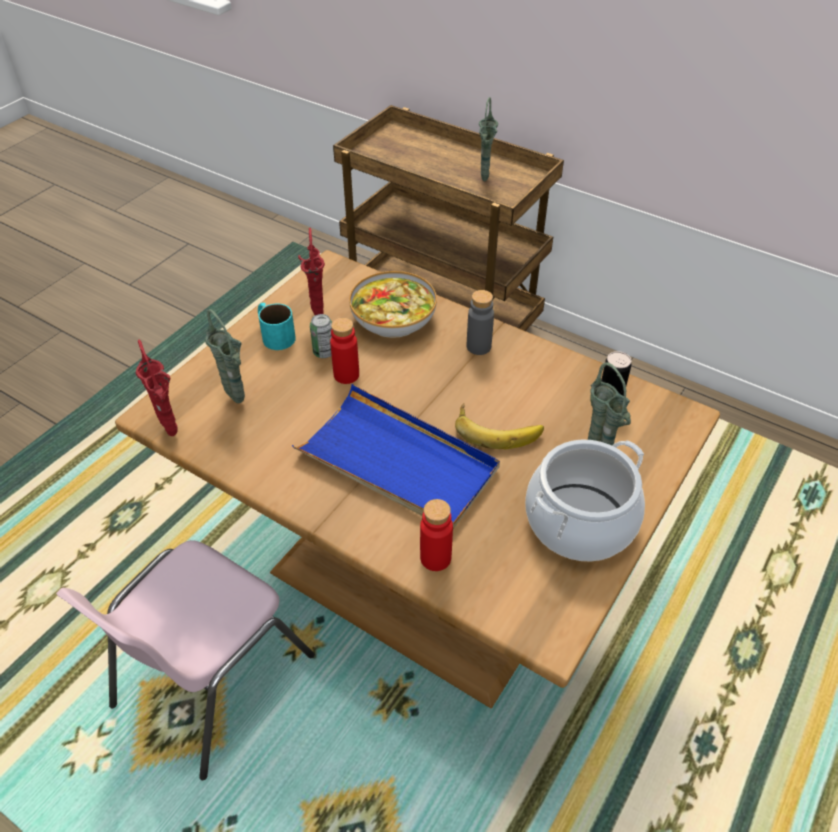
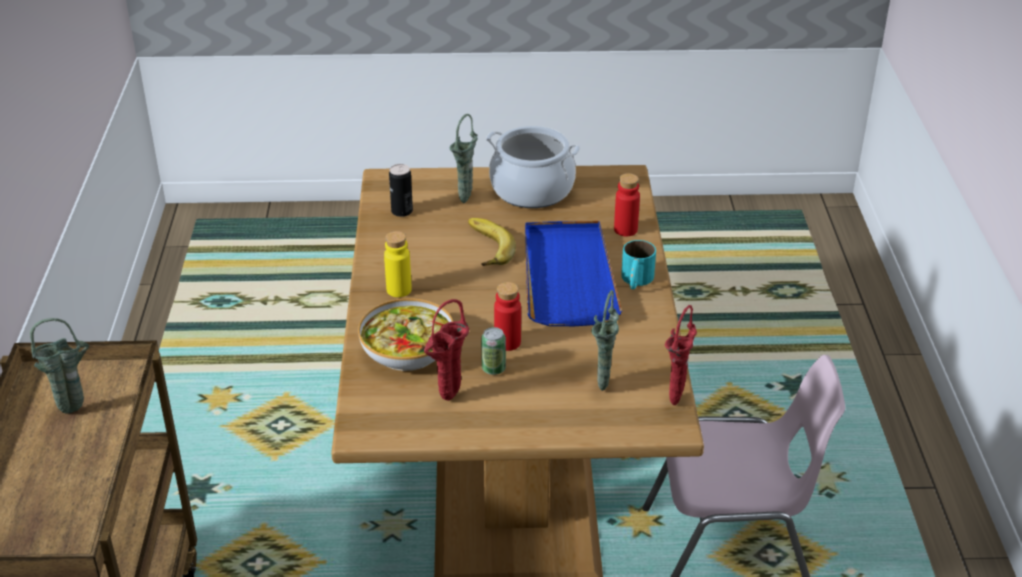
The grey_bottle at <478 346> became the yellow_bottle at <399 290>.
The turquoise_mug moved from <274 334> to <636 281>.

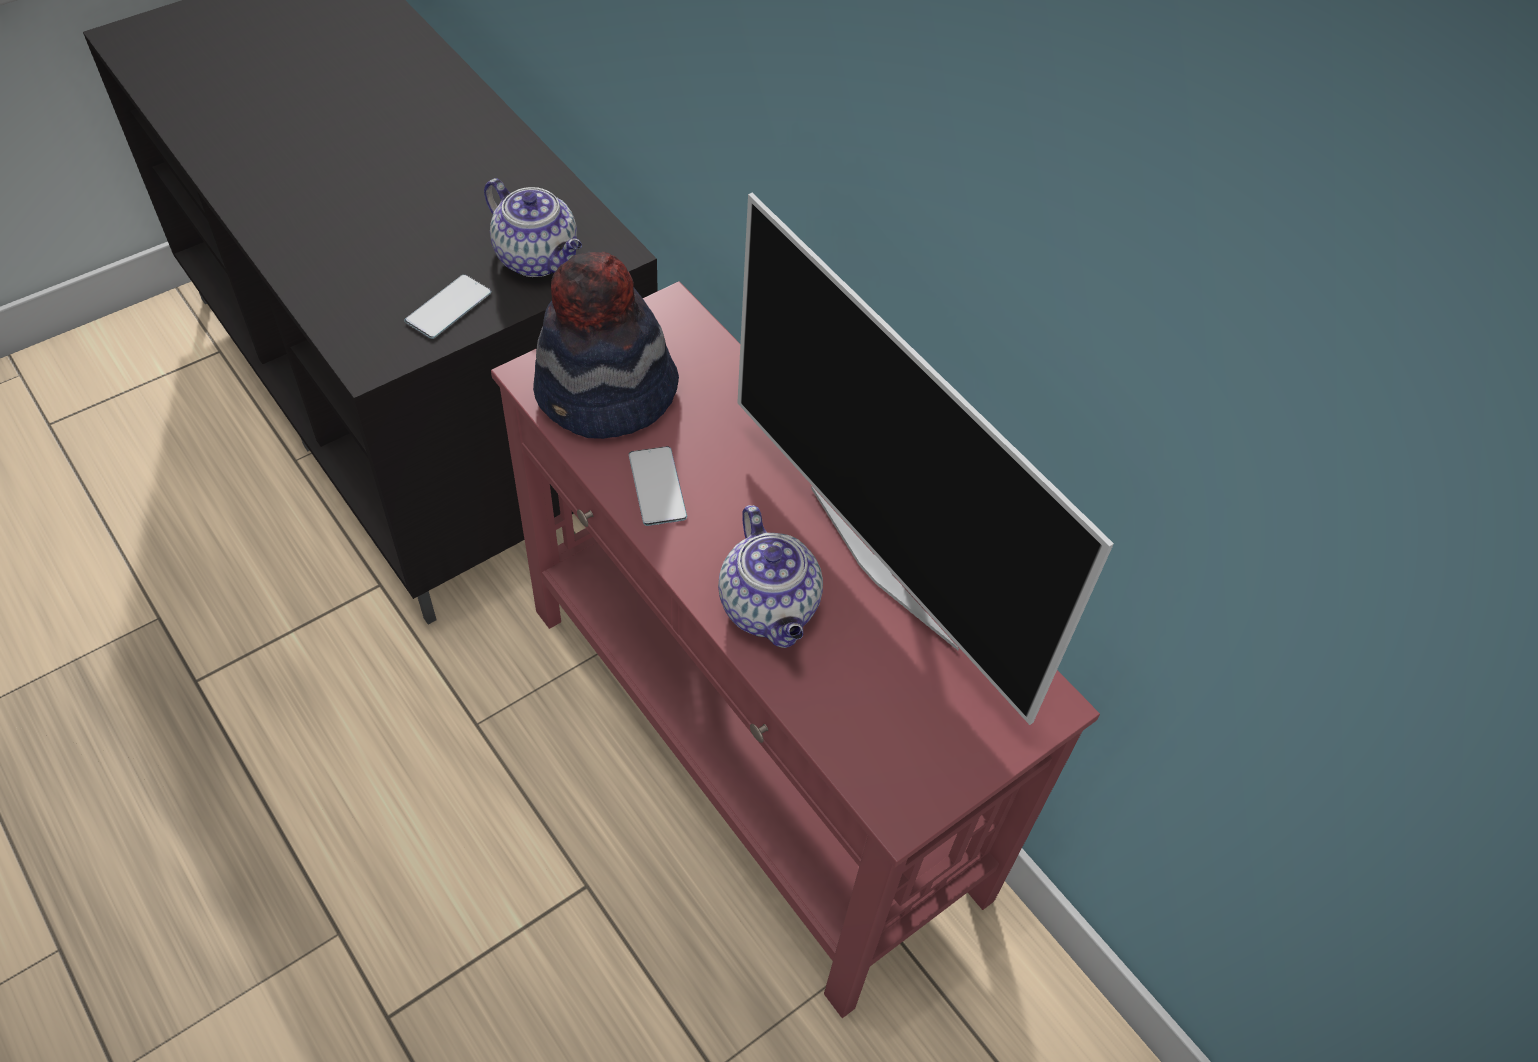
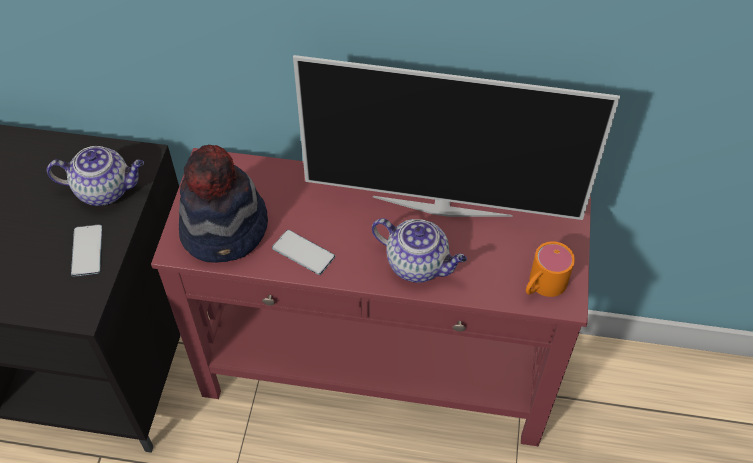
The orange_mug at <542 286> appeared.

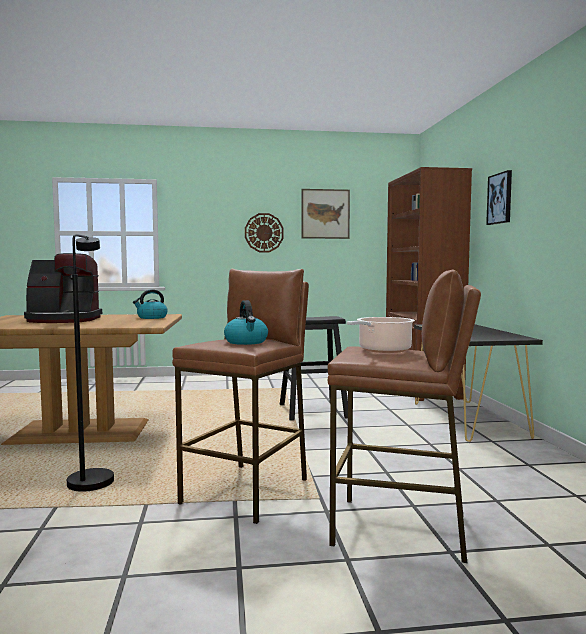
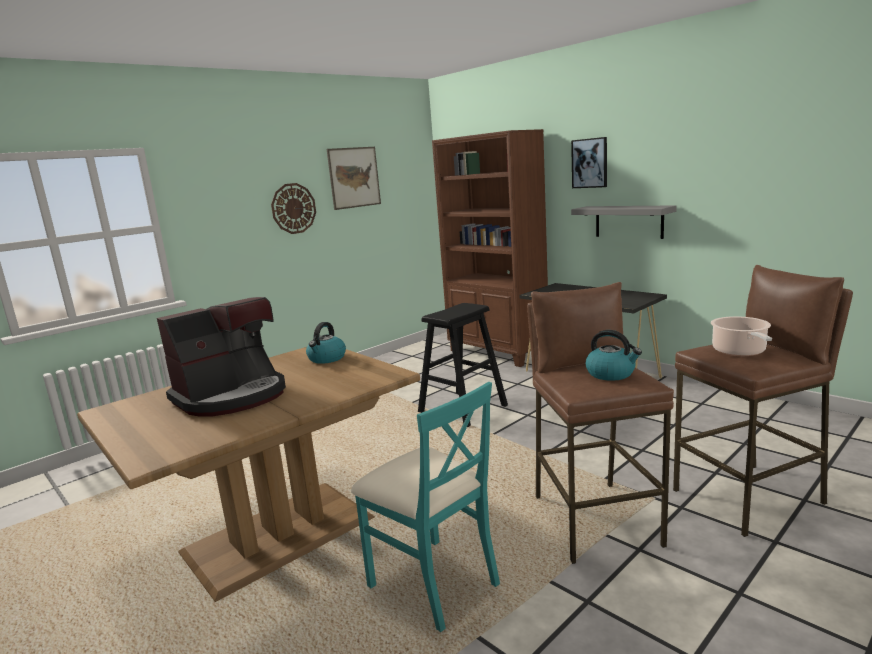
The black_floor_lamp at <91 478> was replaced by the turquoise_chair at <433 583>.
The grey_shelf at <628 221> appeared.

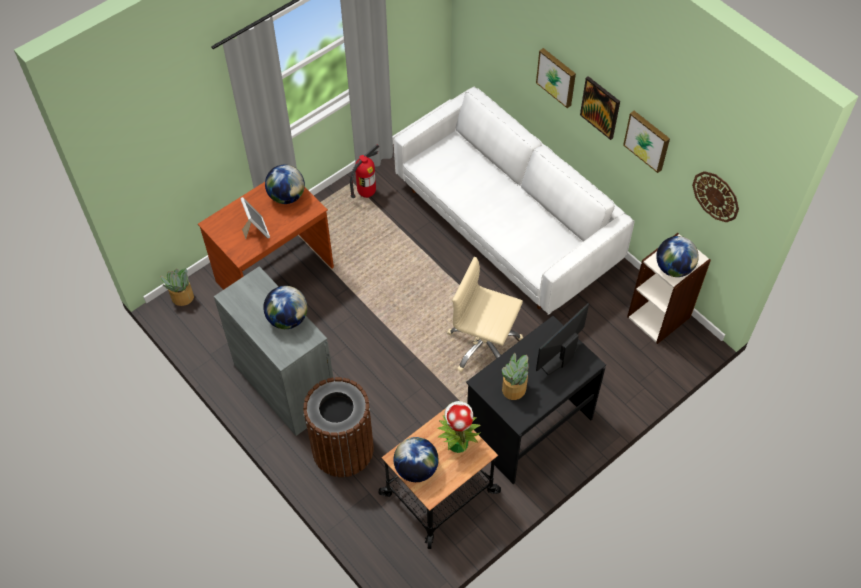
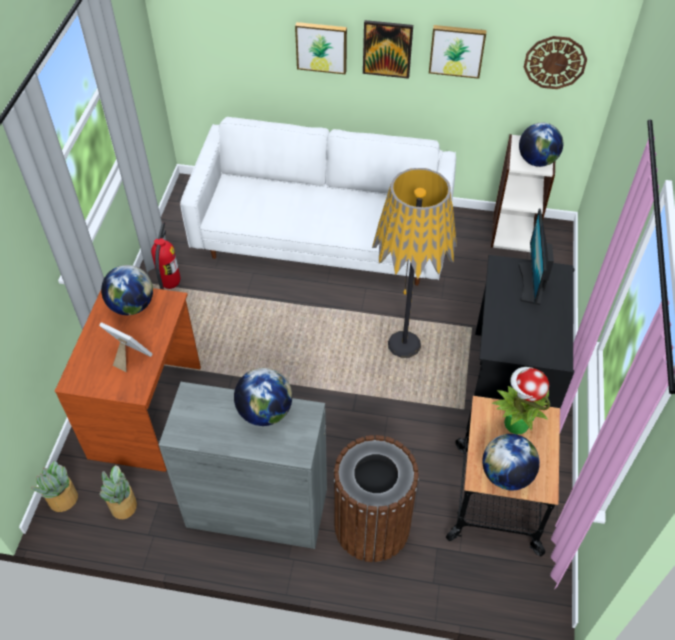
The potted_plant moved from <514 388> to <123 505>.
The beige_office_chair at <483 346> was replaced by the floor_lamp at <404 344>.

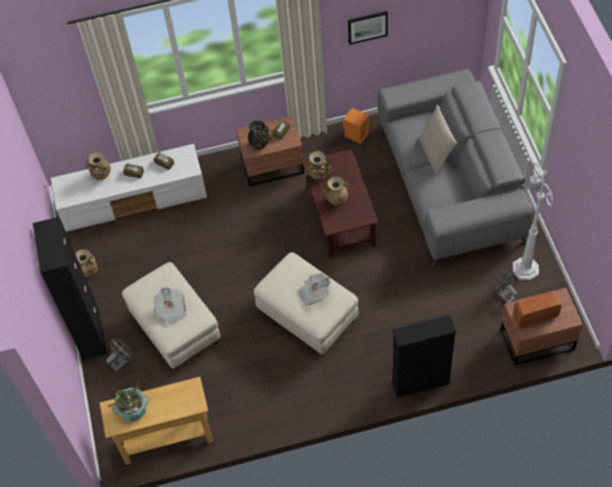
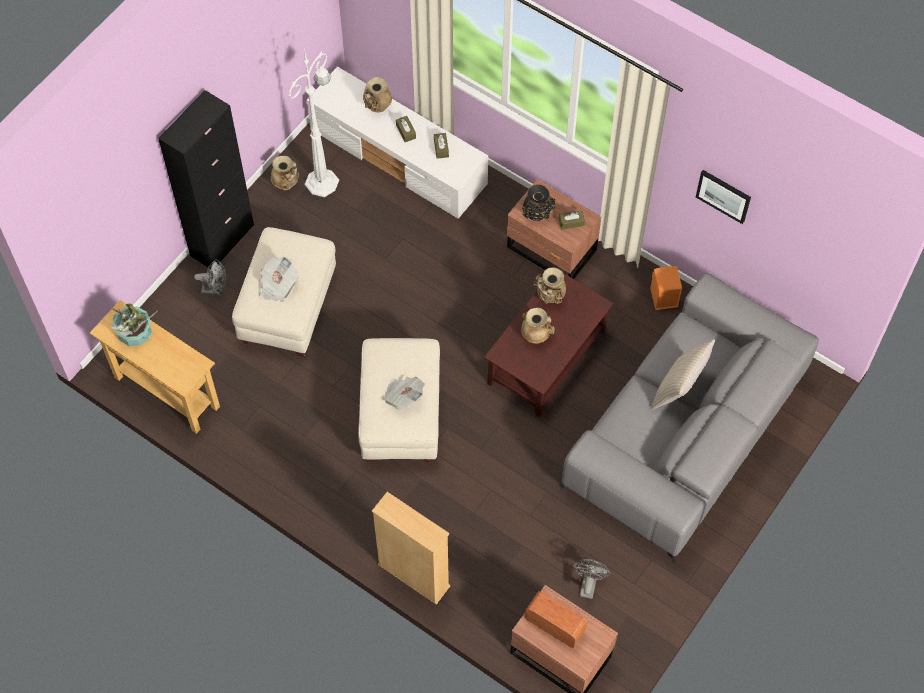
The white_floor_lamp moved from <525 267> to <323 181>.
The black_bookcase at <420 383> became the beige_bookcase at <414 575>.

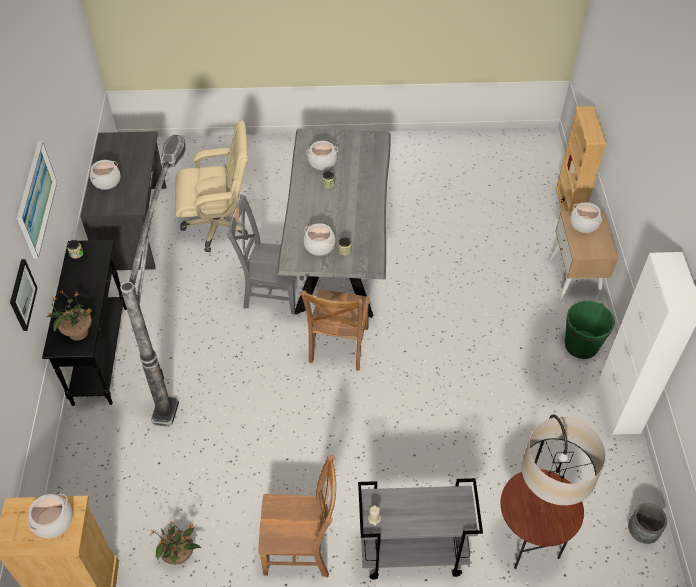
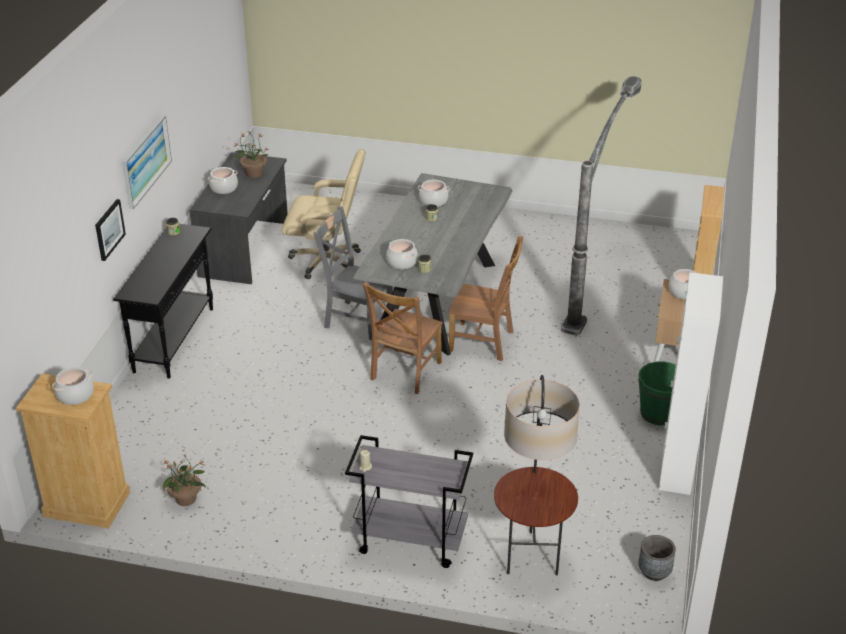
The potted_plant moved from <78 332> to <253 173>.
The brown_chair moved from <301 548> to <484 342>.
The floor_lamp moved from <185 349> to <594 288>.

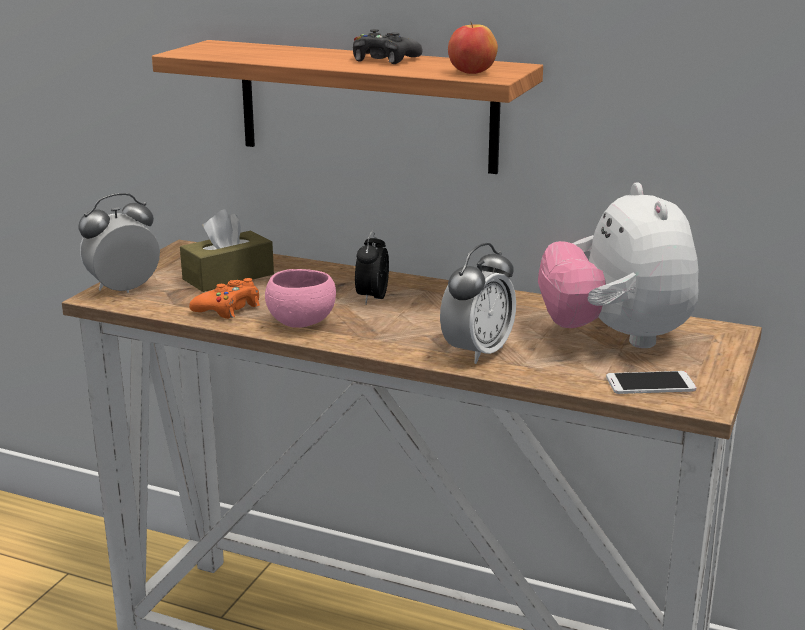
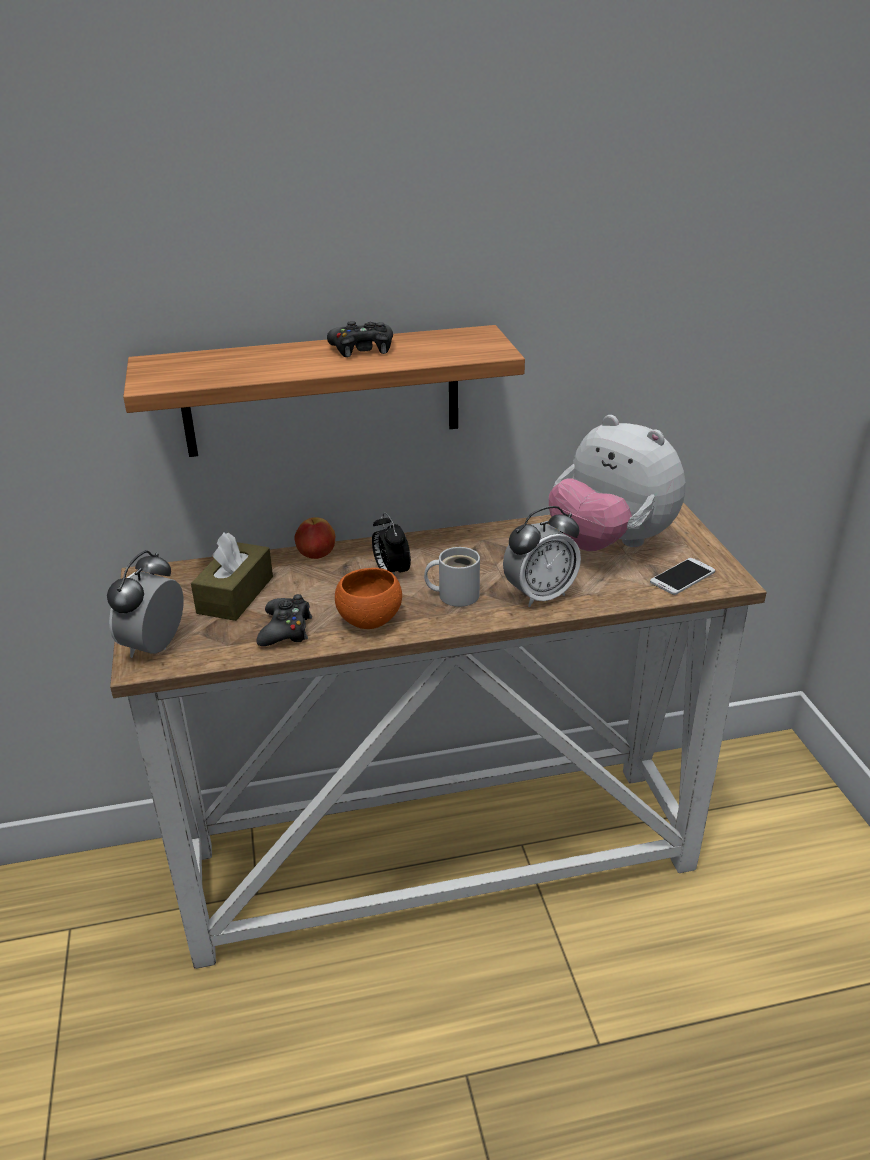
The orange_game_controller at <228 308> became the black_game_controller at <286 630>.
The apple moved from <471 72> to <316 555>.
The pink_bowl at <301 323> became the orange_bowl at <370 620>.
The white_mug at <455 594> appeared.
The alarm_clock at <477 352> turned 60 degrees clockwise.

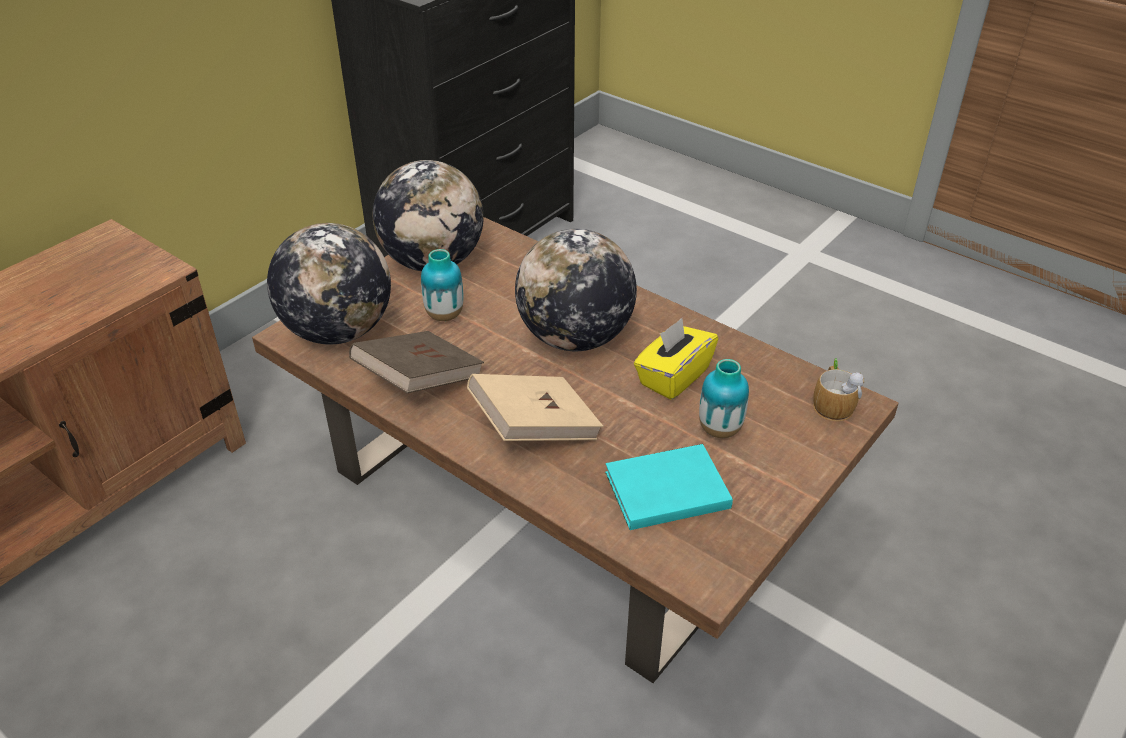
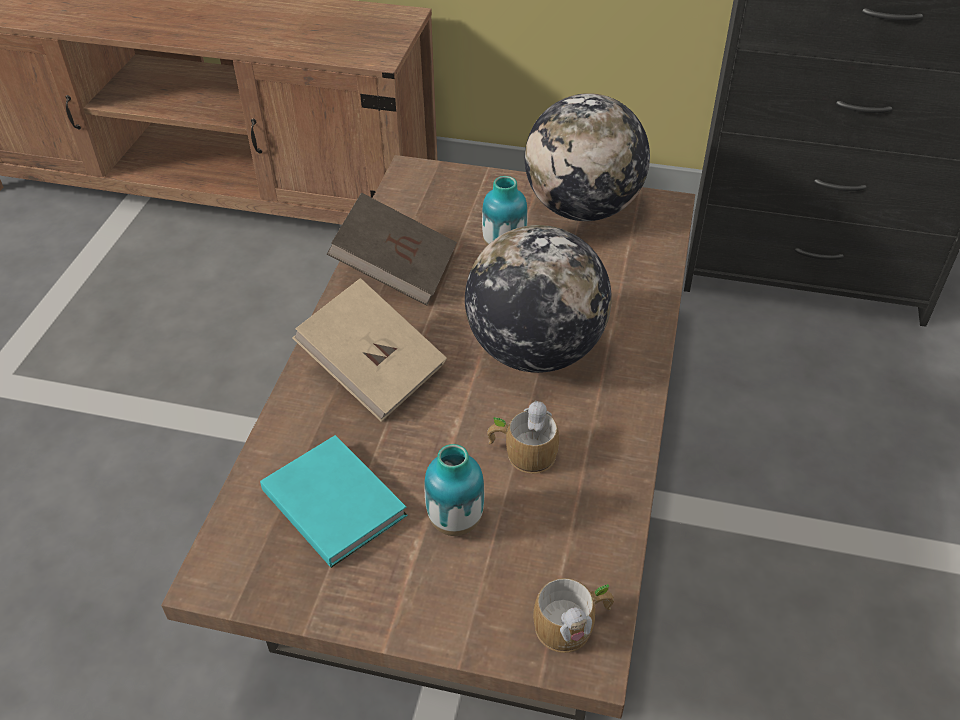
The yellow_tissue_box at <673 377> was replaced by the mug at <522 452>.
The globe at <338 331> disappeared.

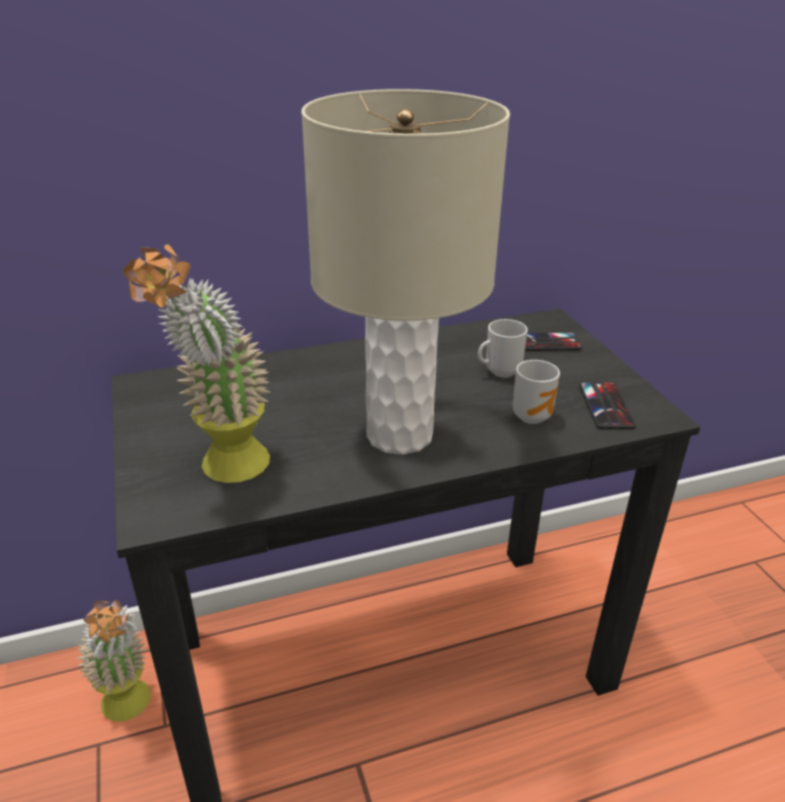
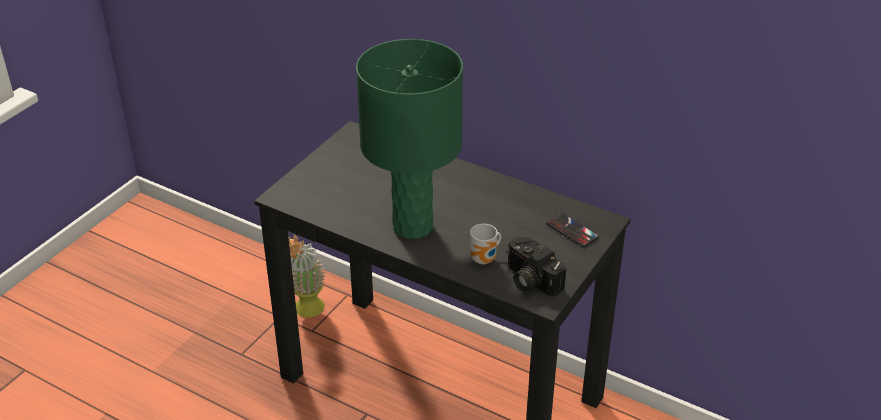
The beige_table_lamp at <398 434> became the green_table_lamp at <413 226>.
The phone at <606 406> was replaced by the photo_camera at <529 280>.
The potted_plant at <224 472> disappeared.
The mug at <499 372> disappeared.

